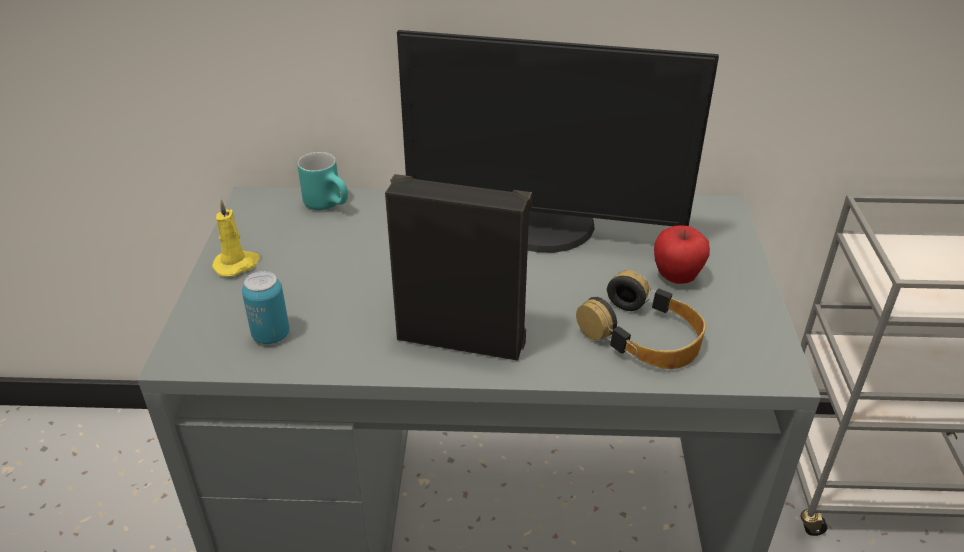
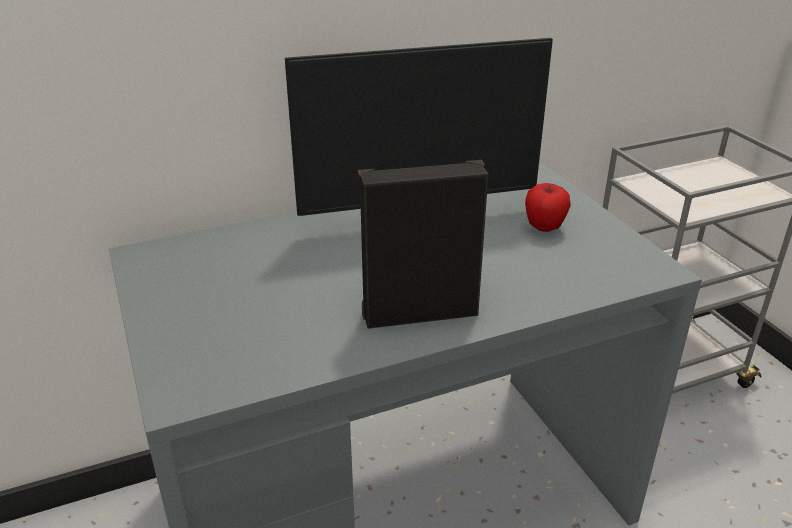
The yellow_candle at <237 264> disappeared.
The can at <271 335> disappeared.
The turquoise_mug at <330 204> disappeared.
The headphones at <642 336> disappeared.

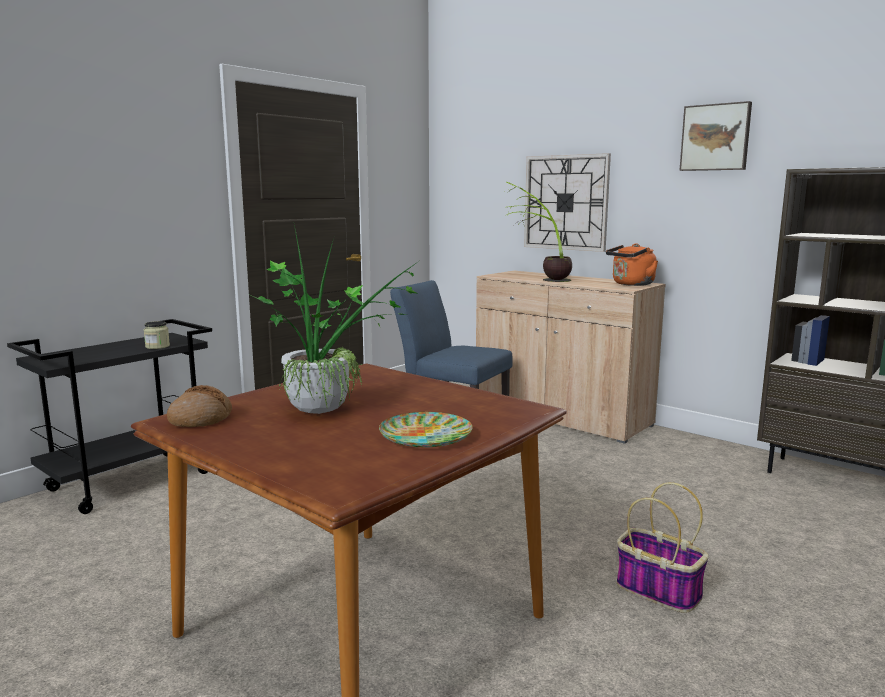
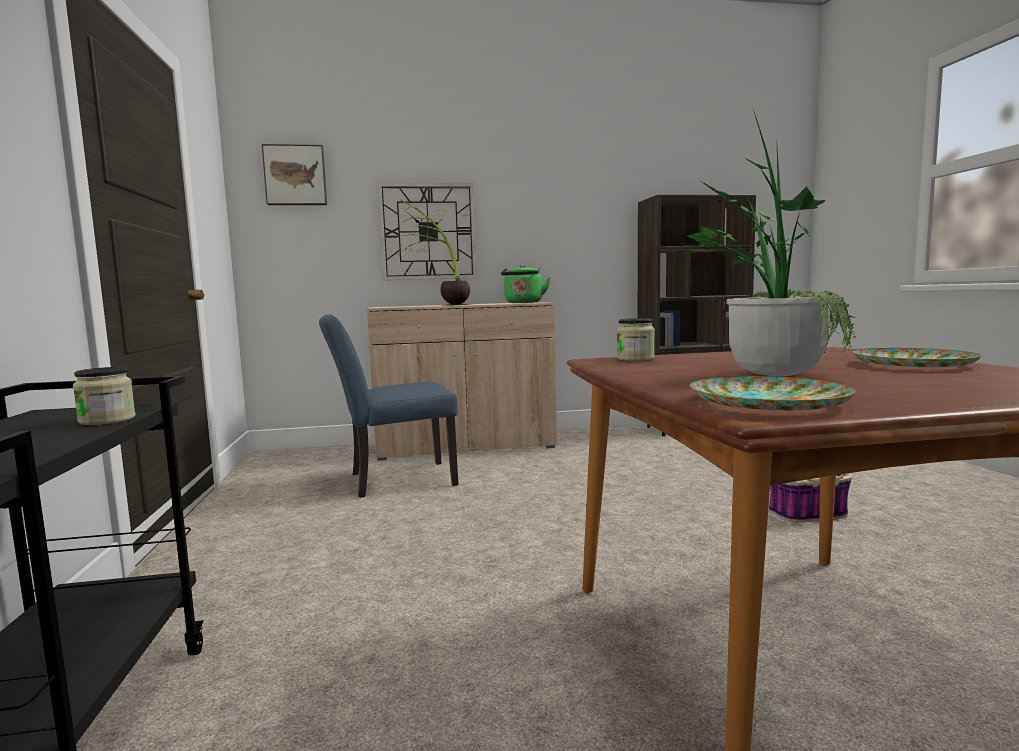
The picture moved from <715 137> to <295 175>.
The orange_kettle at <631 284> became the green_kettle at <523 302>.
The jar at <635 358> appeared.
The bread at <201 419> was replaced by the plate at <766 402>.

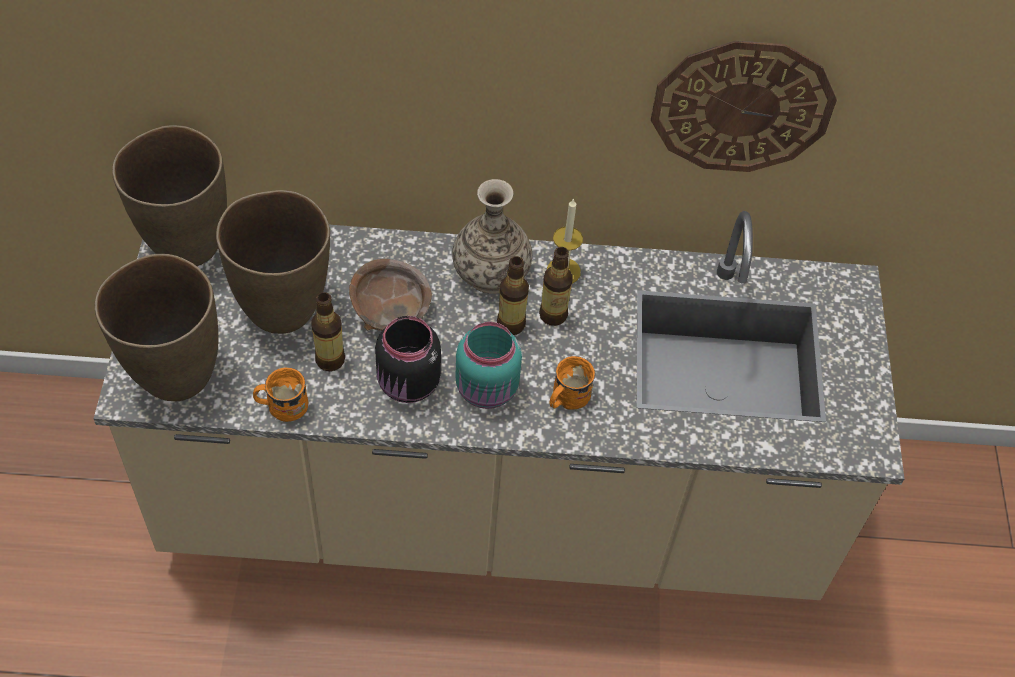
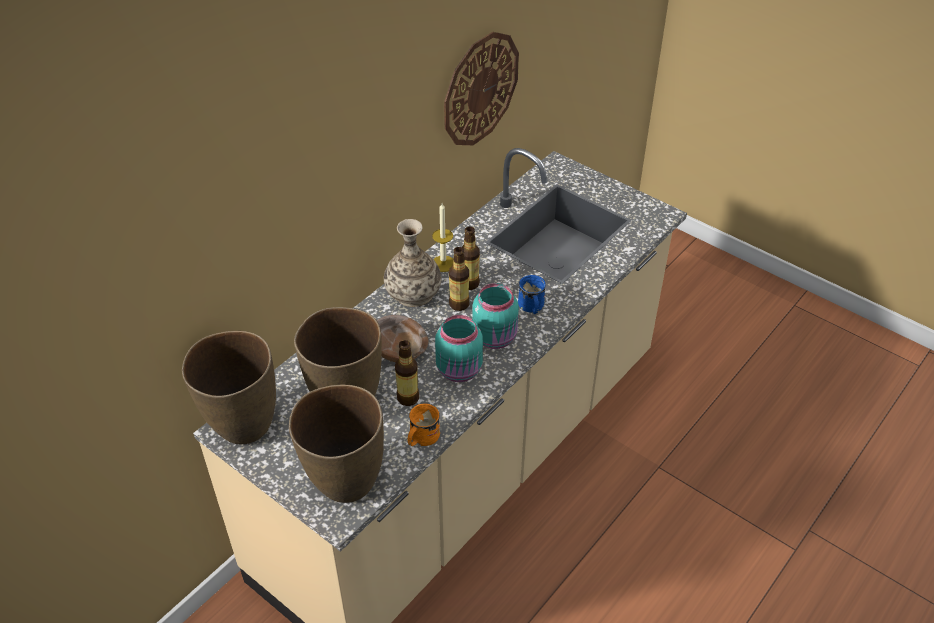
The black_jar at <408 385> became the turquoise_jar at <460 370>.
The orange_mug at <566 399> became the blue_mug at <531 308>.

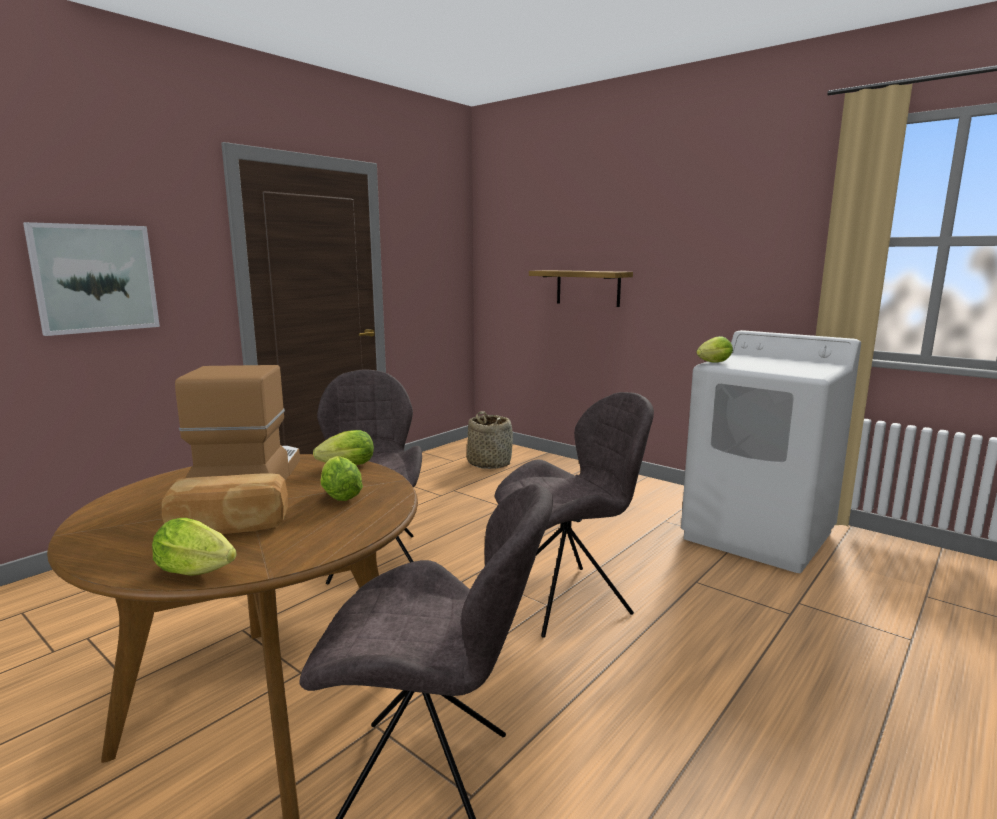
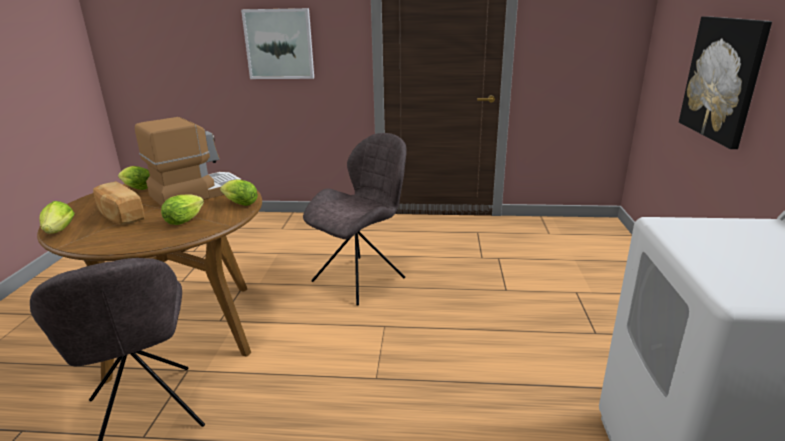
The lettuce moved from <712 363> to <136 188>.
The shelf at <588 288> was replaced by the picture at <723 79>.
The basket at <489 463> disappeared.
The grey_chair at <569 599> disappeared.

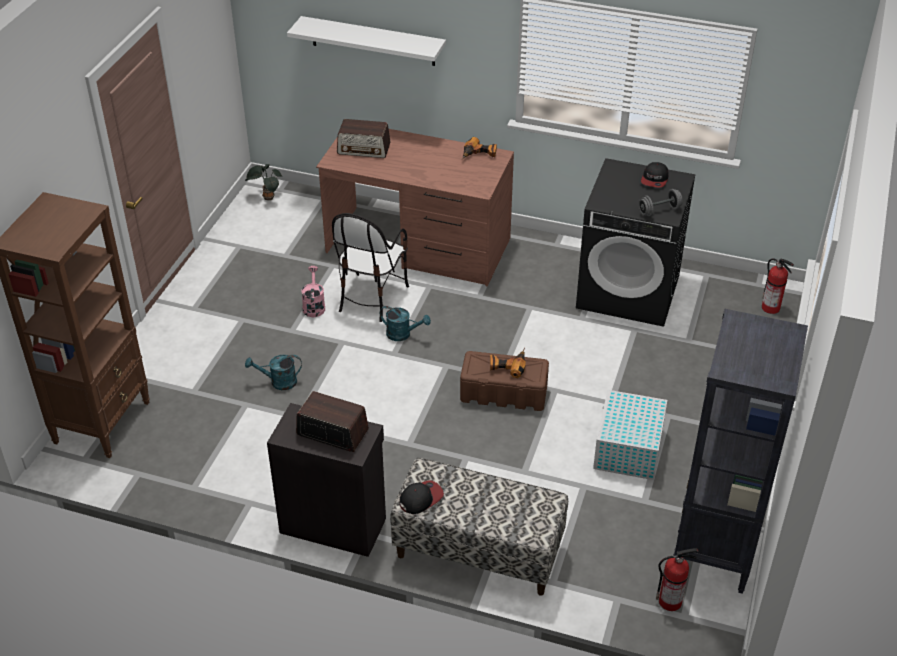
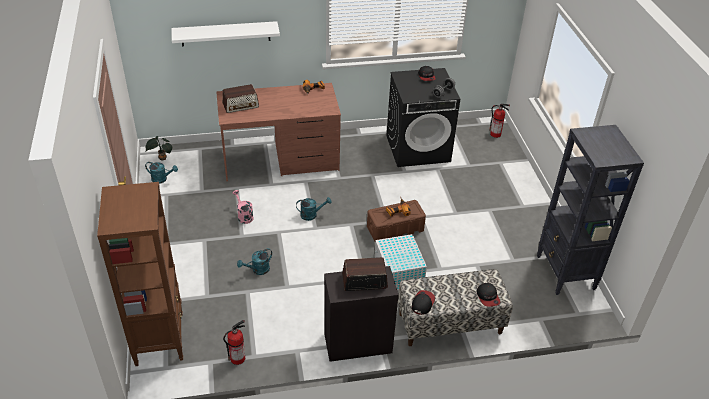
The turquoise_watering_can at <162 179> appeared.
The fire_extinguisher moved from <671 601> to <238 358>.
The white_storage_box moved from <628 450> to <398 272>.
The cap at <488 297> appeared.
The chair at <371 297> disappeared.

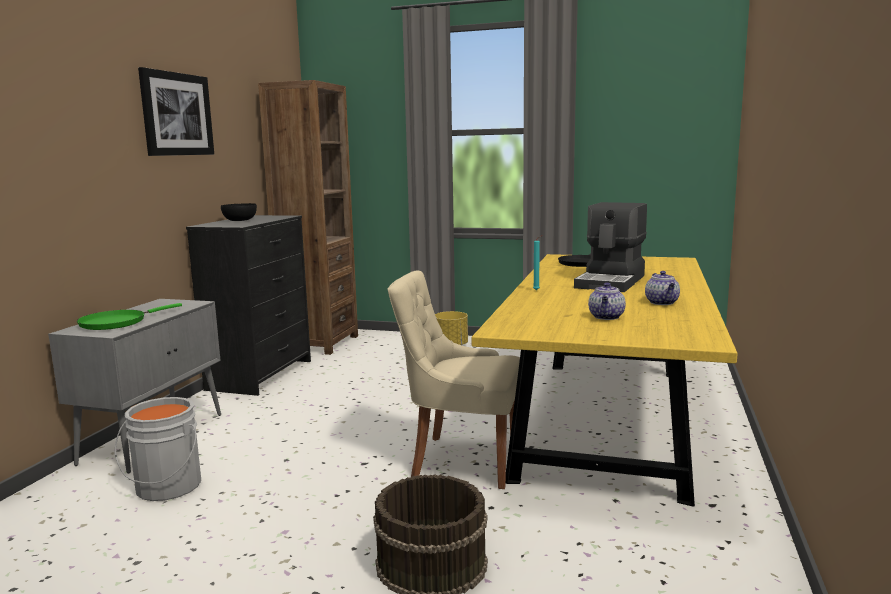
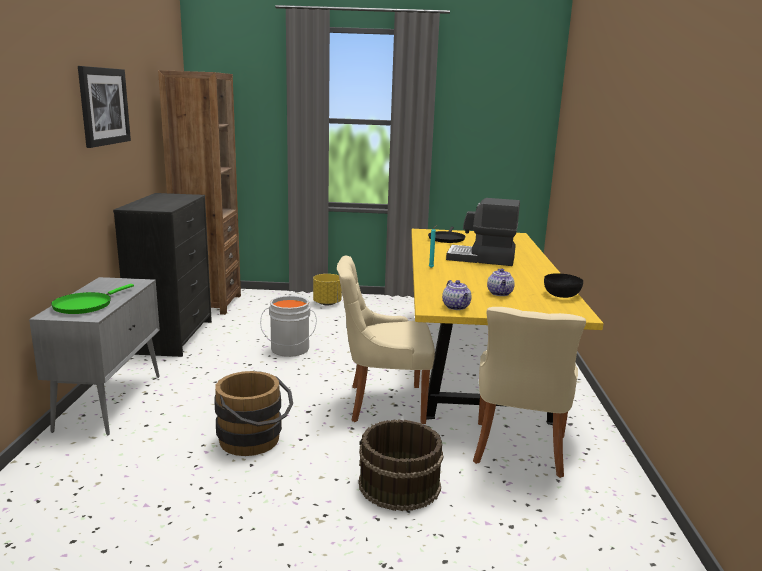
The brown_bucket at <254 441> appeared.
The grey_bucket moved from <166 487> to <289 350>.
The teapot moved from <662 303> to <456 307>.
The coffee_machine at <611 282> turned 90 degrees clockwise.
The beige_chair at <518 450> appeared.
The black_bowl moved from <240 220> to <562 295>.

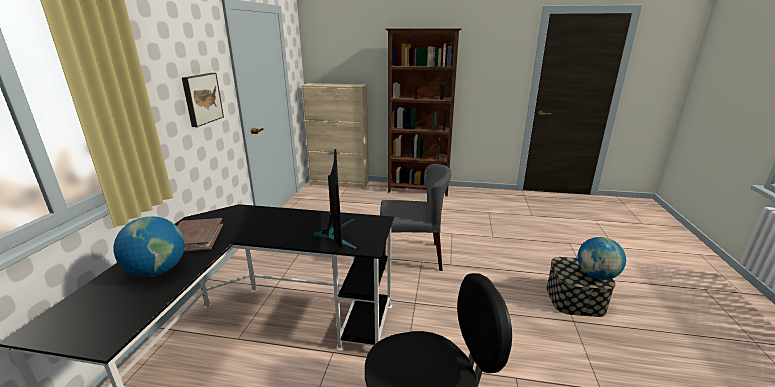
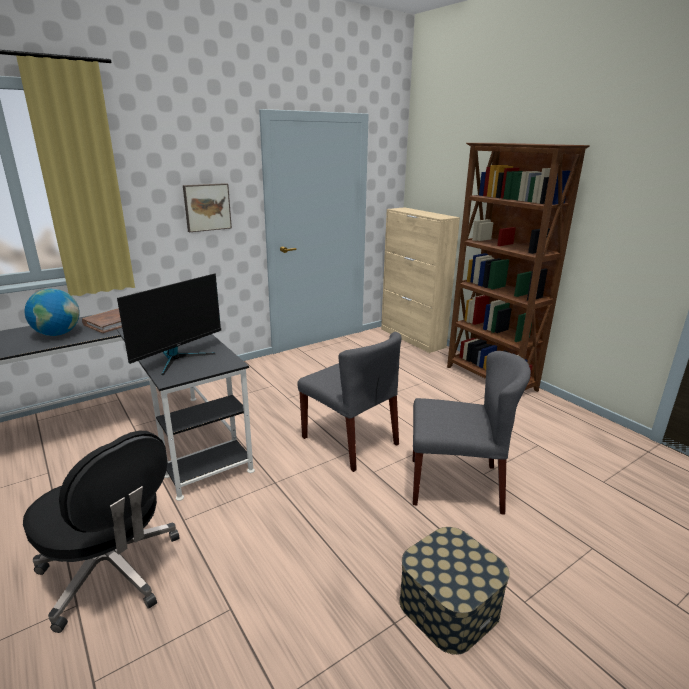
The grey_chair at <456 484> appeared.
The globe at <596 275> disappeared.

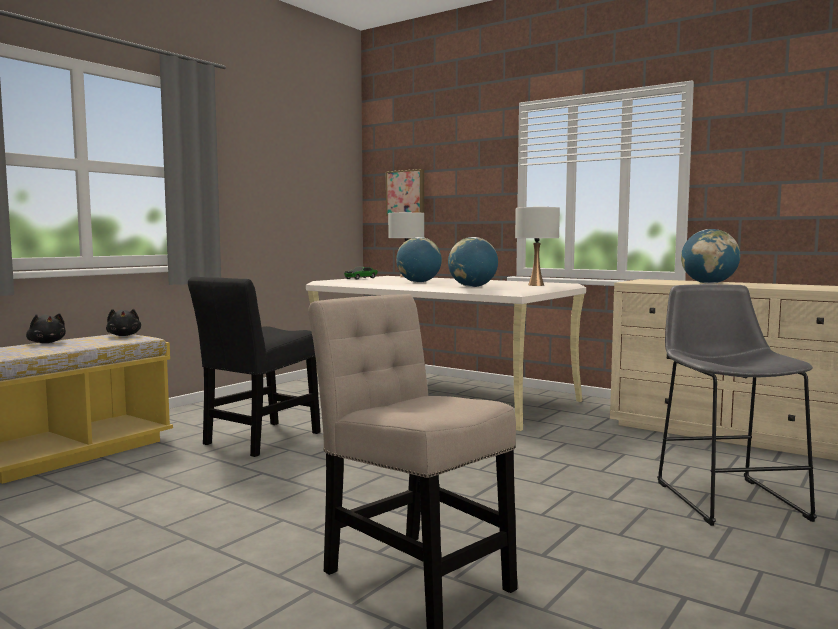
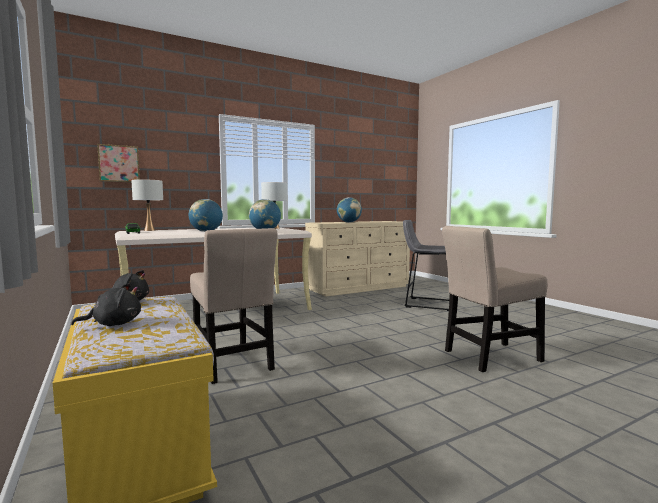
The black_chair at <259 440> became the beige_chair at <233 364>.

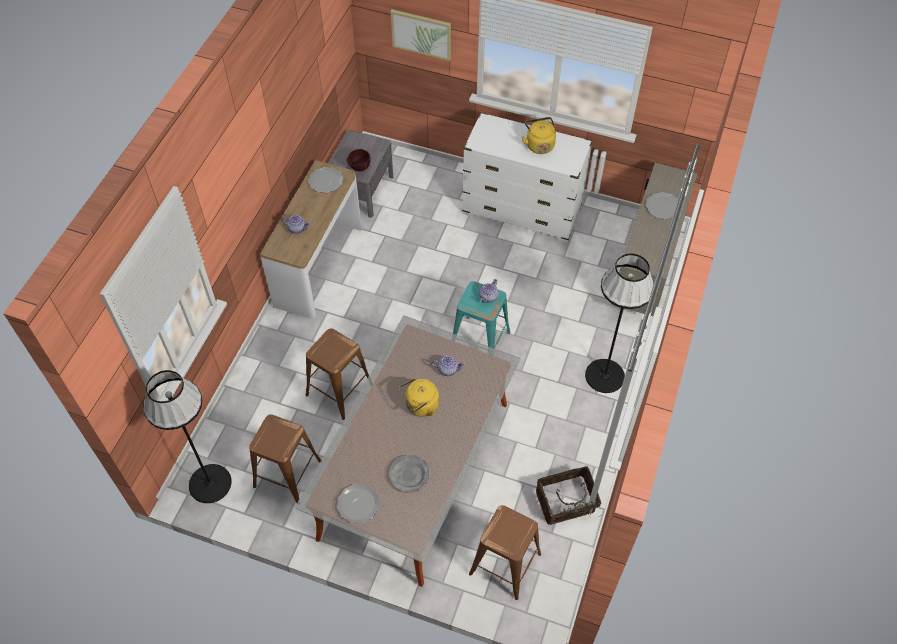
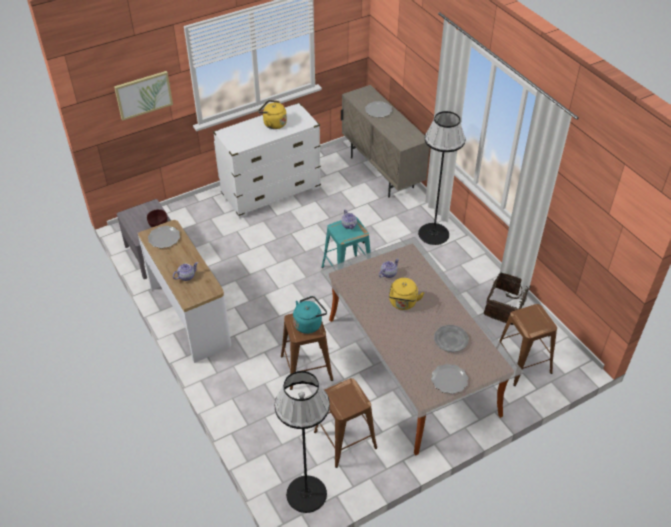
The turquoise_kettle at <309 323> appeared.

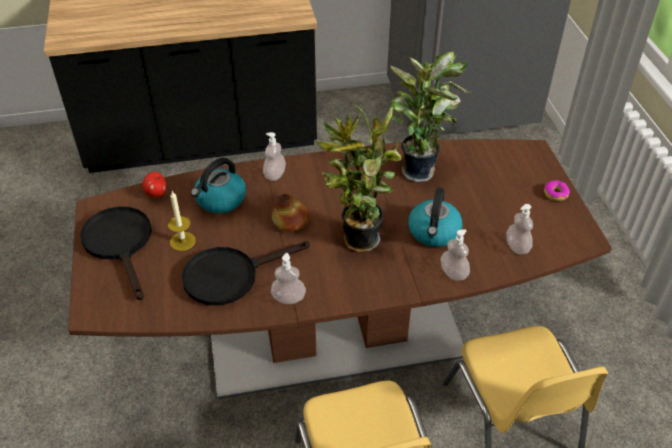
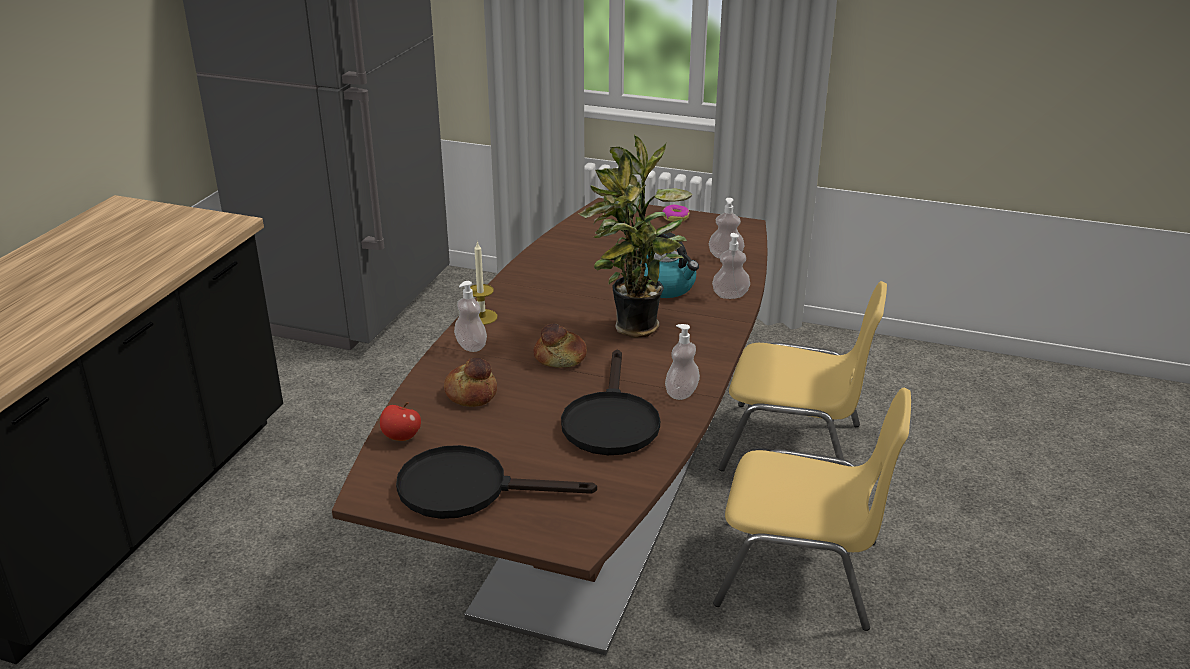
The kettle at <220 200> was replaced by the bread at <471 393>.
The candle moved from <182 241> to <481 317>.
The potted_plant at <419 169> disappeared.

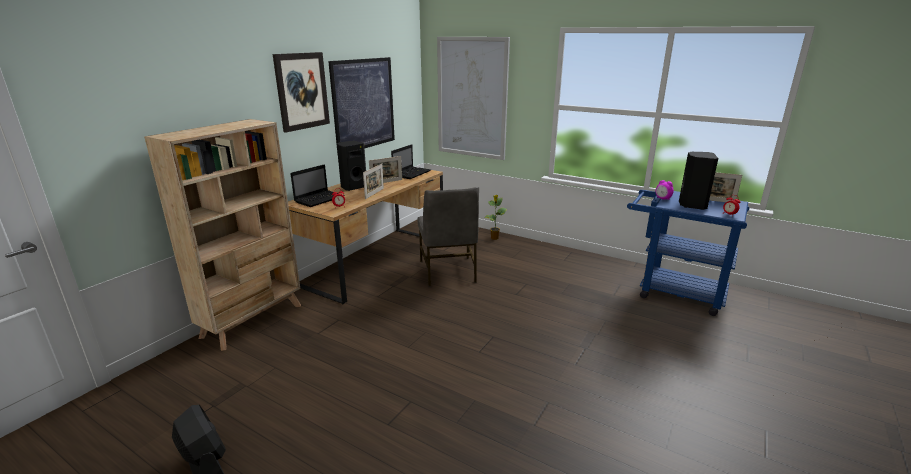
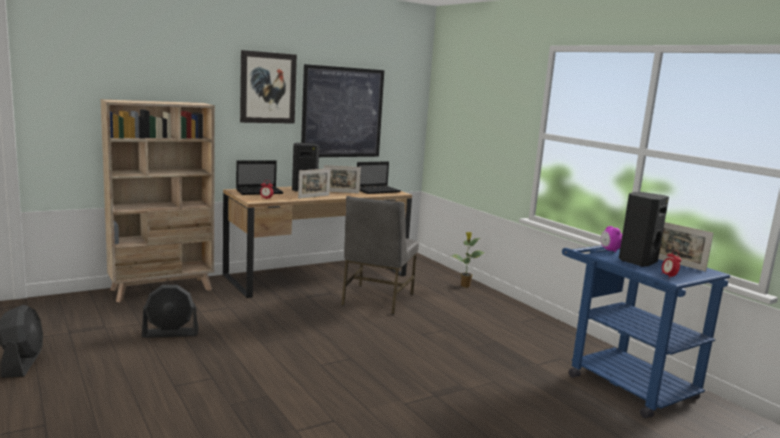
The black_fan at <171 333> appeared.
The picture at <472 98> disappeared.

